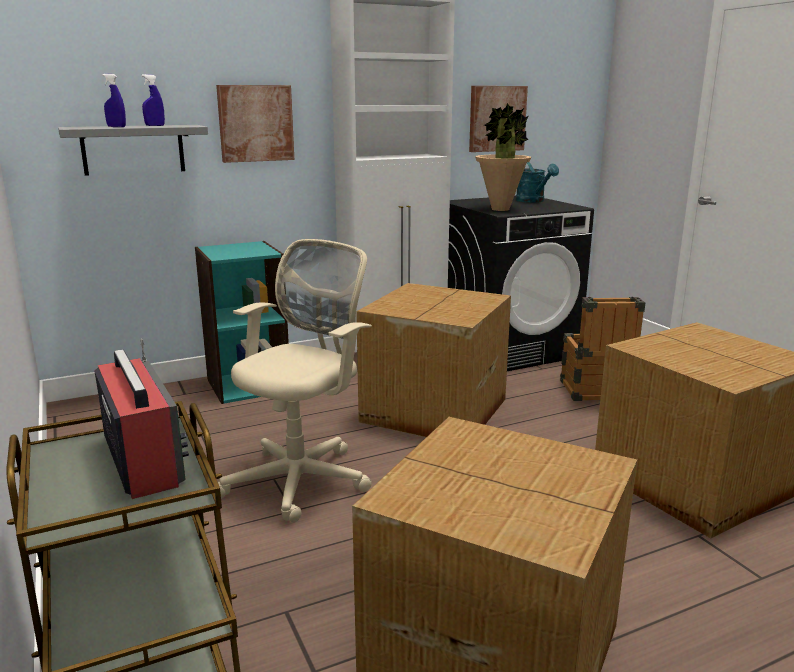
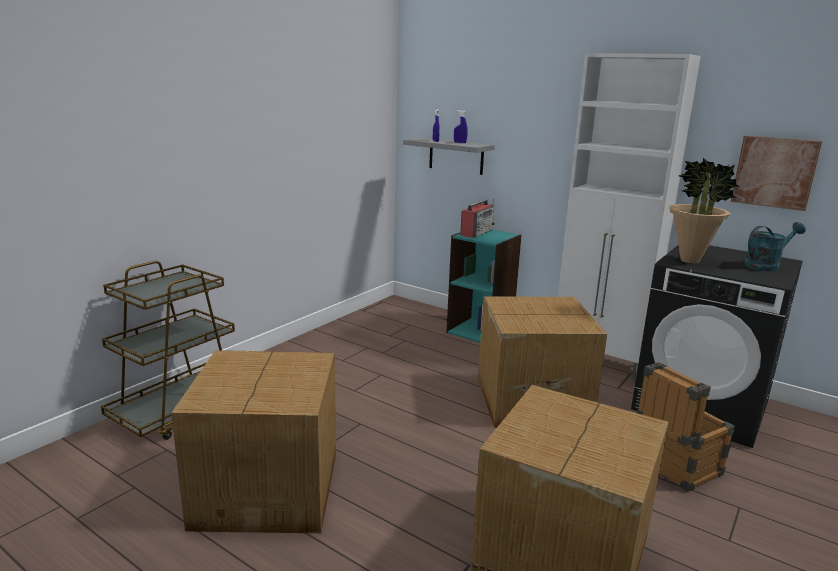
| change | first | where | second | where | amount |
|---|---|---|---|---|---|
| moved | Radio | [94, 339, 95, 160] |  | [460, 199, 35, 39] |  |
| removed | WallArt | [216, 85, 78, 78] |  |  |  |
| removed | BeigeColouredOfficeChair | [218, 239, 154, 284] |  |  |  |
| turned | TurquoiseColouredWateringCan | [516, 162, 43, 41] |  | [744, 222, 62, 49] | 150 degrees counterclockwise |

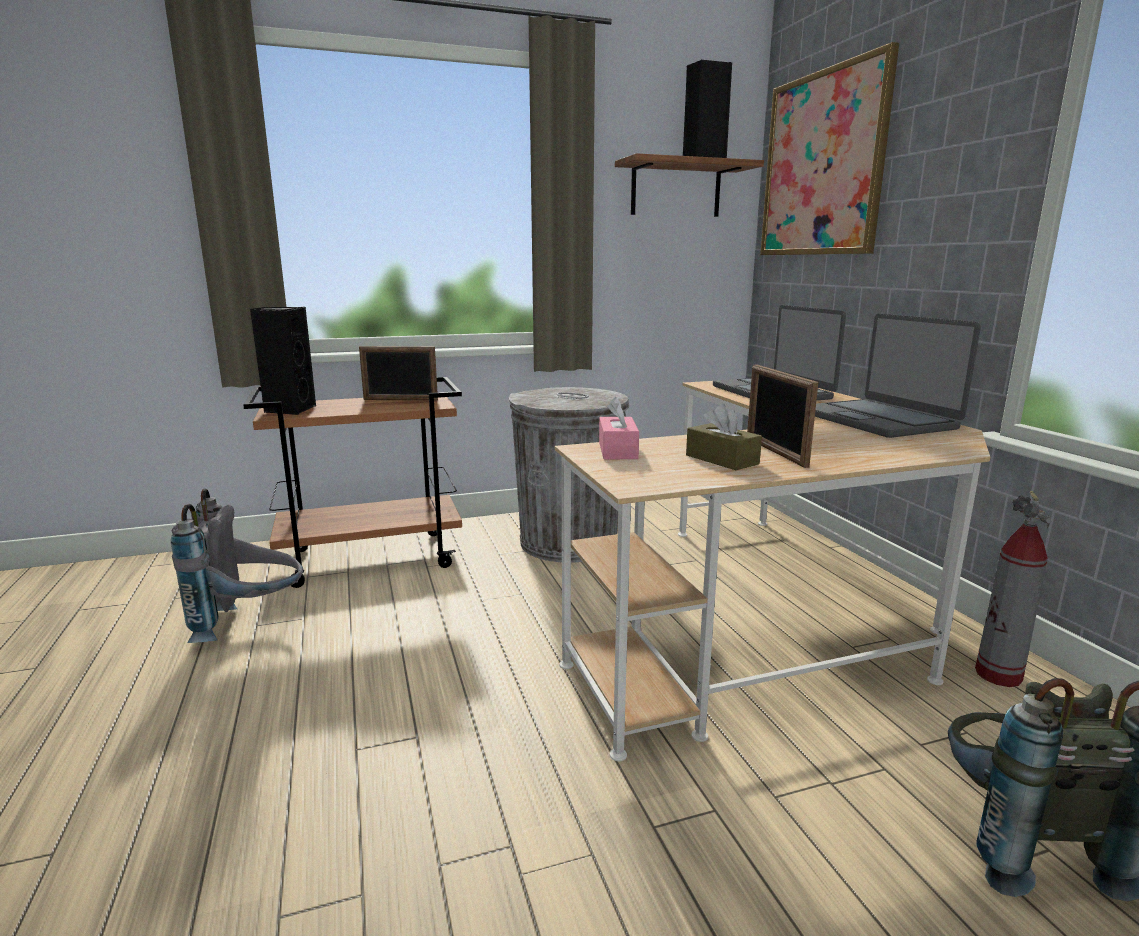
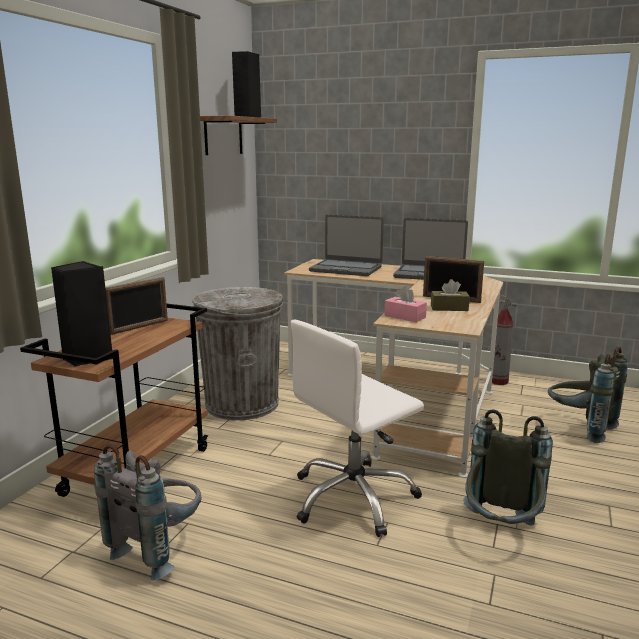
| change | first | where | second | where | amount |
|---|---|---|---|---|---|
| removed | WallArt | [760, 42, 139, 213] |  |  |  |
| added |  |  | WhitishOfficeChair | [291, 320, 133, 217] |  |
| added |  |  | GreyishKnapsack | [463, 409, 90, 117] |  |

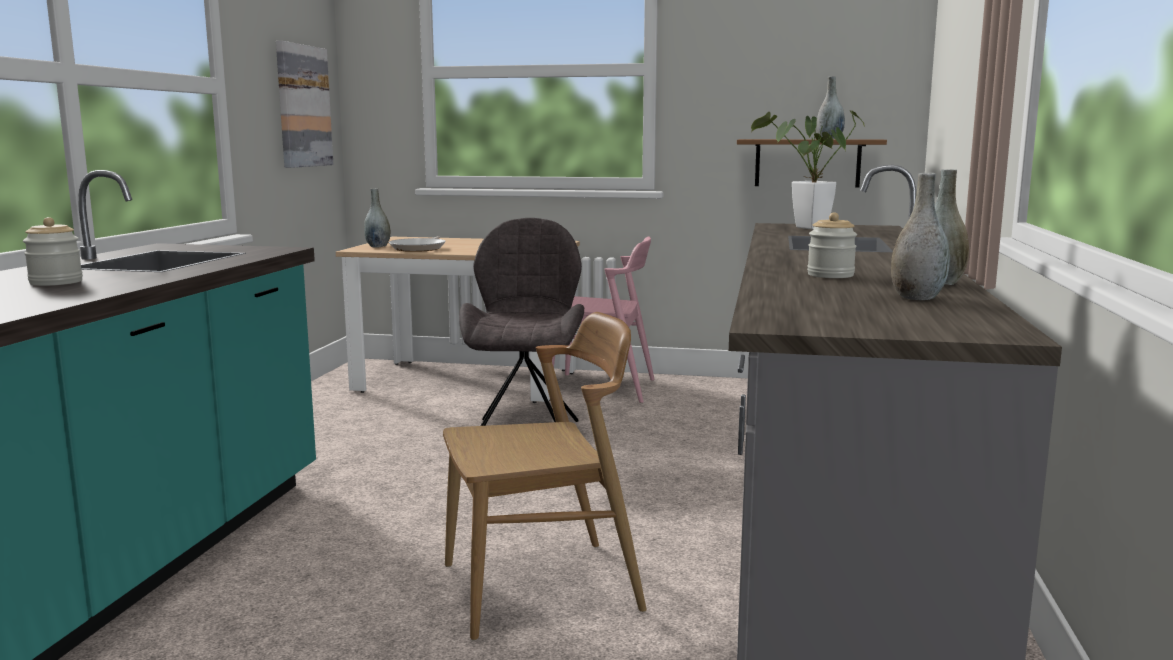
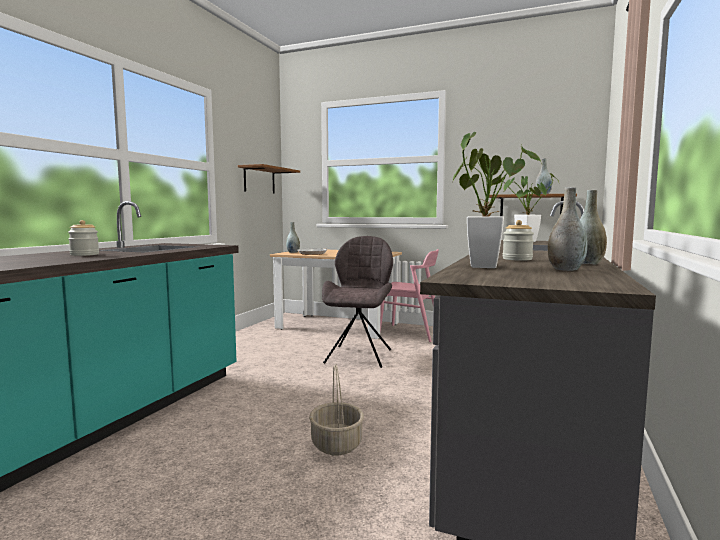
| change | first | where | second | where | amount |
|---|---|---|---|---|---|
| replaced | WallArt | [276, 41, 57, 127] | Shelf | [238, 164, 62, 30] |  |
| replaced | BrownColouredUprightChair | [443, 312, 204, 329] | StorageBasket | [309, 364, 55, 92] |  |
| added |  |  | PlantInAPot | [453, 132, 89, 136] |  |

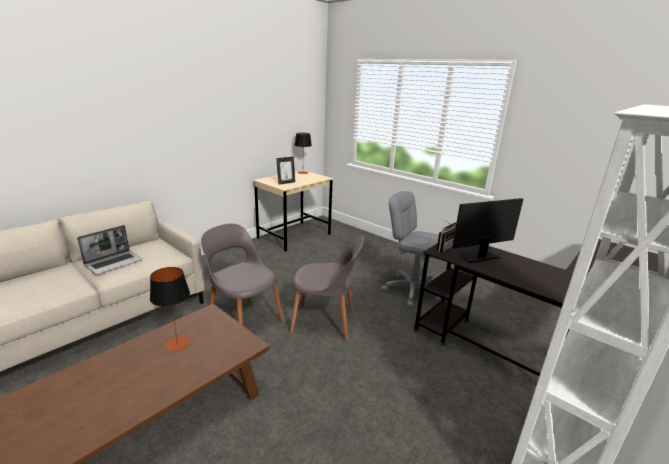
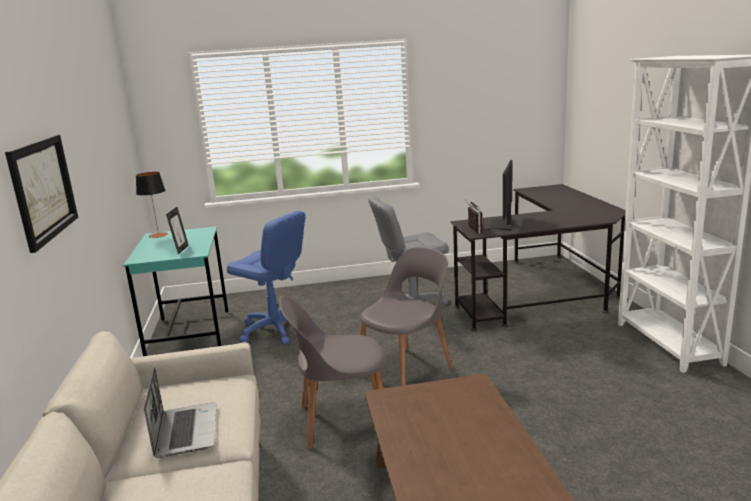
| change | first | where | second | where | amount |
|---|---|---|---|---|---|
| removed | TabletopLamp | [150, 267, 41, 85] |  |  |  |
| recoloured | BeigeColouredDeskTable | [253, 170, 81, 82] | TurquoiseColouredDeskTable | [123, 226, 105, 130] |  |
| added |  |  | WallArt | [5, 135, 73, 118] |  |
| added |  |  | BlueOfficeChair | [227, 211, 88, 134] |  |

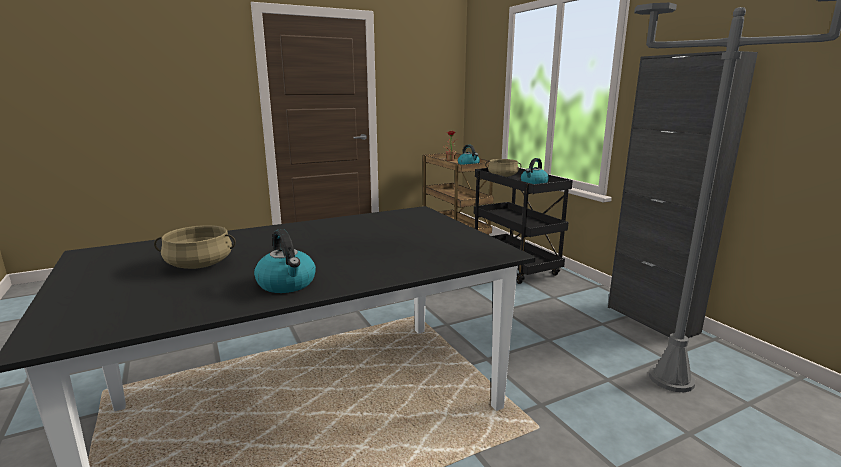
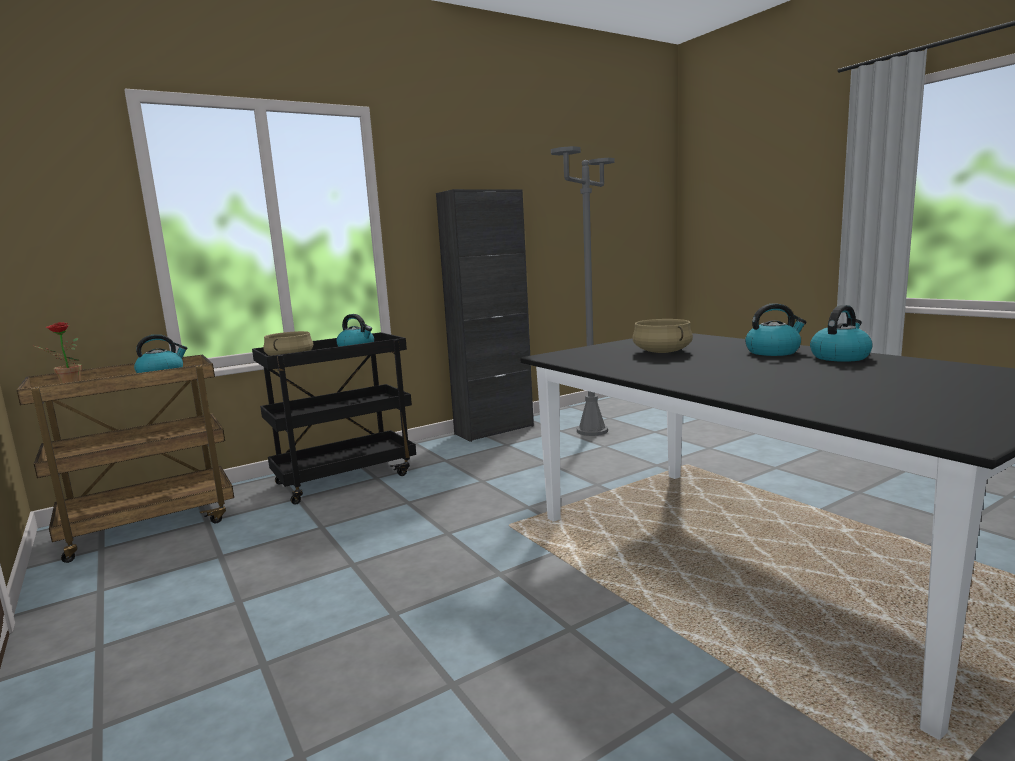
| change | first | where | second | where | amount |
|---|---|---|---|---|---|
| moved | BeigeColouredStockpot | [154, 225, 82, 44] |  | [632, 319, 61, 34] |  |
| added |  |  | Kettle | [745, 303, 62, 53] |  |

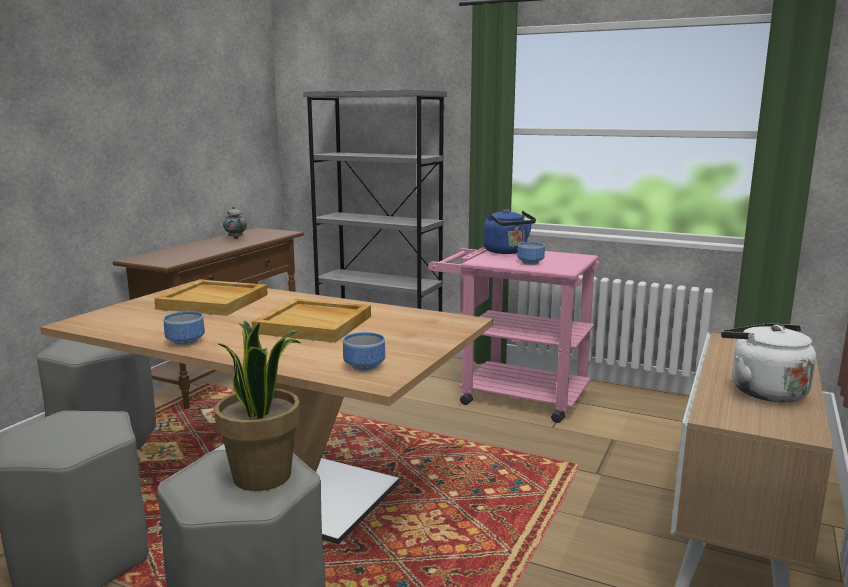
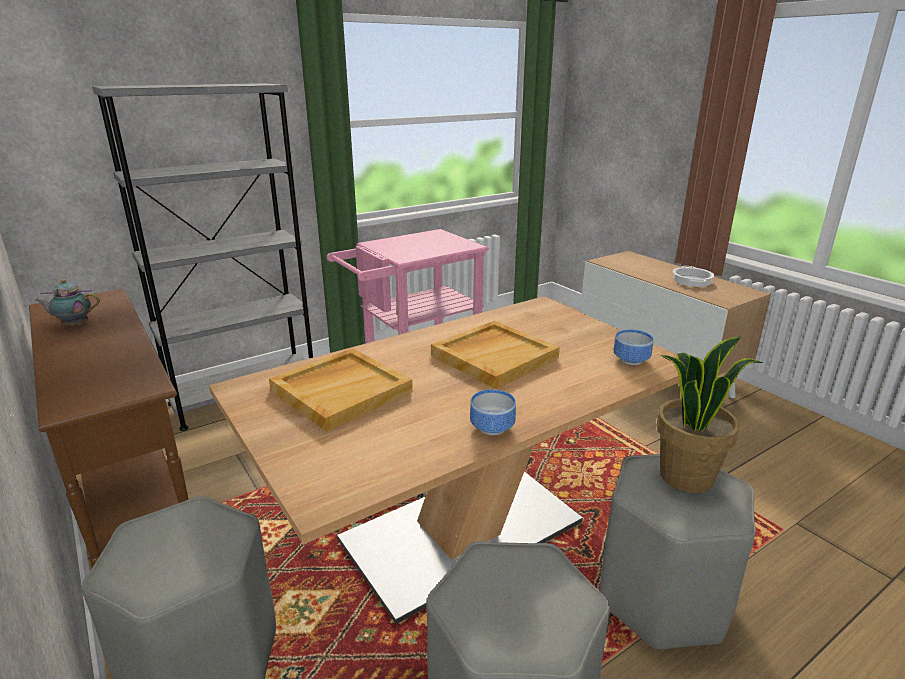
| change | first | where | second | where | amount |
|---|---|---|---|---|---|
| removed | BlueKettle | [483, 209, 53, 45] |  |  |  |
| removed | DeepDish | [517, 242, 28, 23] |  |  |  |
| replaced | WhitishKettle | [721, 323, 95, 79] | Stockpot | [673, 266, 41, 21] |  |

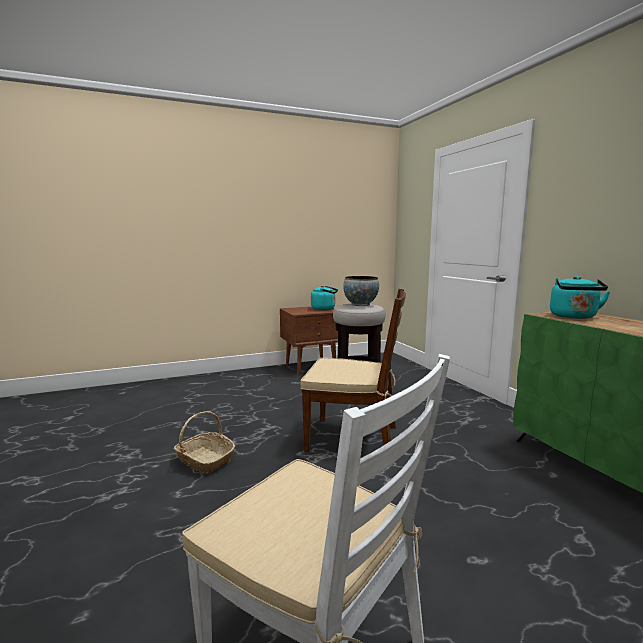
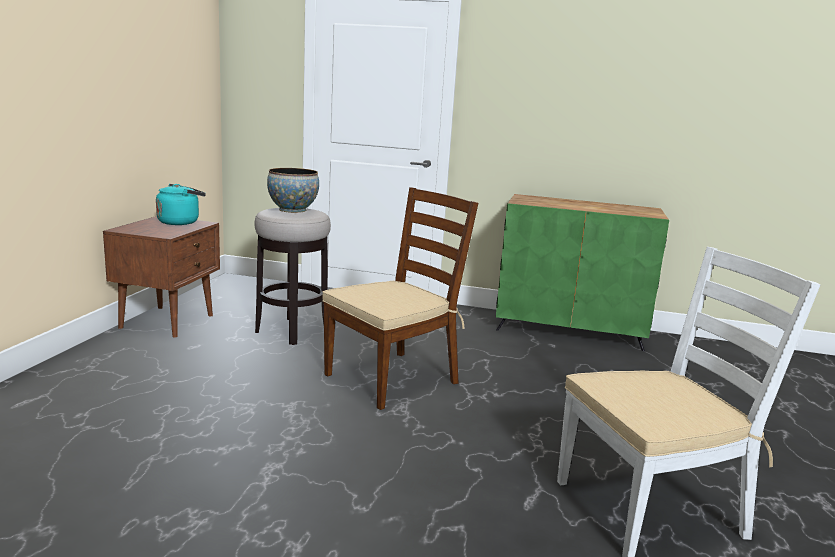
| change | first | where | second | where | amount |
|---|---|---|---|---|---|
| removed | StorageBasket | [174, 411, 62, 63] |  |  |  |
| removed | TurquoiseColouredKettle | [550, 276, 60, 43] |  |  |  |

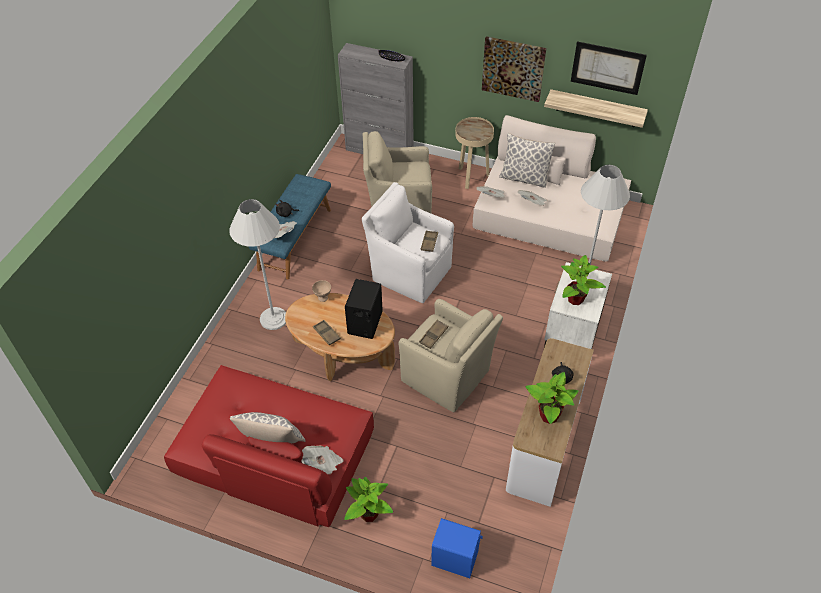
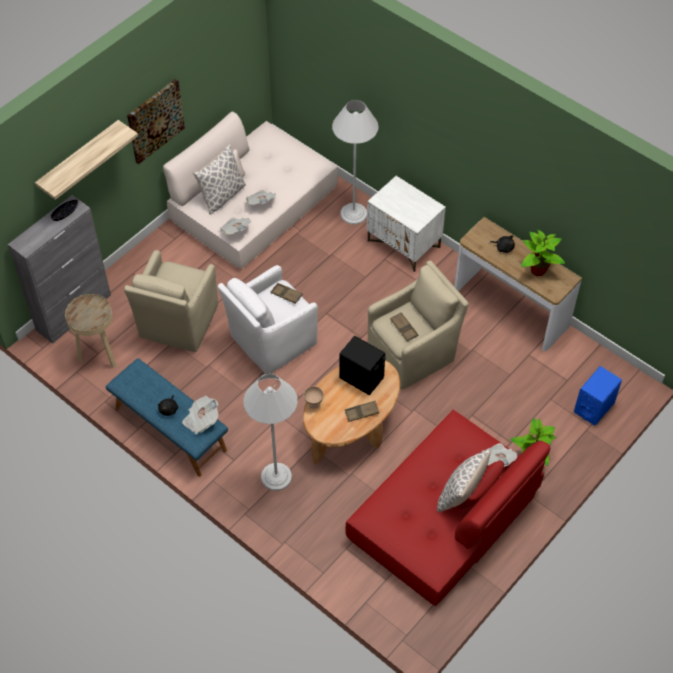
| change | first | where | second | where | amount |
|---|---|---|---|---|---|
| moved | BeigeColouredSideTable | [455, 117, 39, 72] |  | [65, 294, 51, 74] |  |
| moved | Shelf | [544, 89, 104, 39] |  | [35, 120, 103, 80] |  |
| removed | PlantInAPot | [561, 255, 45, 50] |  |  |  |
| removed | WallArt | [571, 41, 76, 54] |  |  |  |

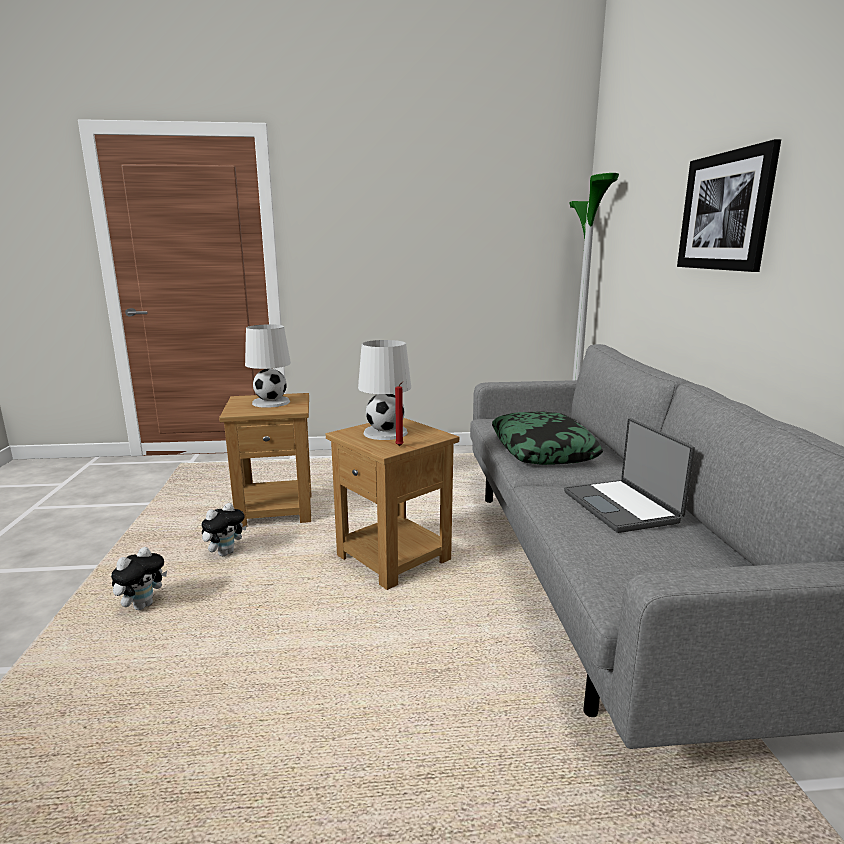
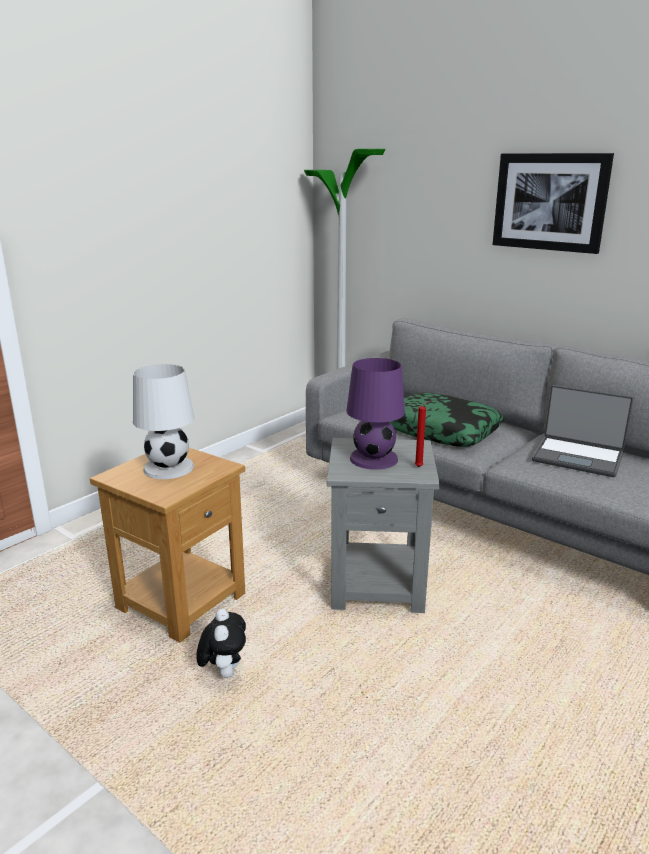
| change | first | where | second | where | amount |
|---|---|---|---|---|---|
| removed | SoftToy | [111, 547, 56, 63] |  |  |  |
| recoloured | BrownColouredSideTable | [326, 418, 133, 172] | GreyishSideTable | [327, 438, 113, 175] |  |
| recoloured | WhitishTabletopLamp | [358, 340, 53, 100] | PurpleColouredTabletopLamp | [347, 358, 58, 112] |  |

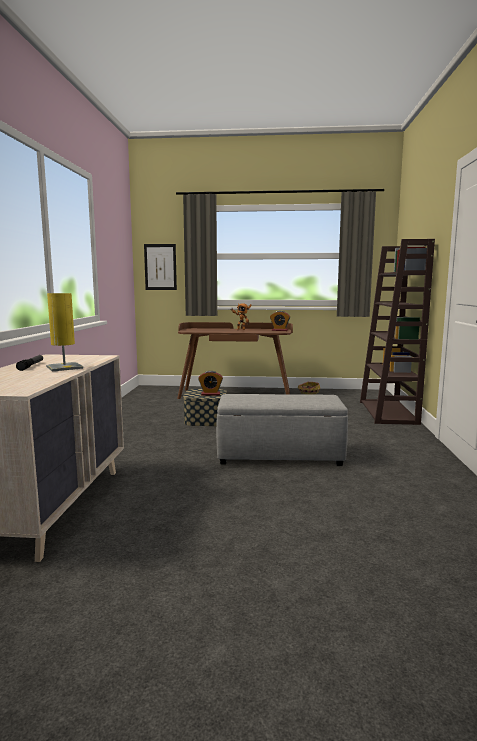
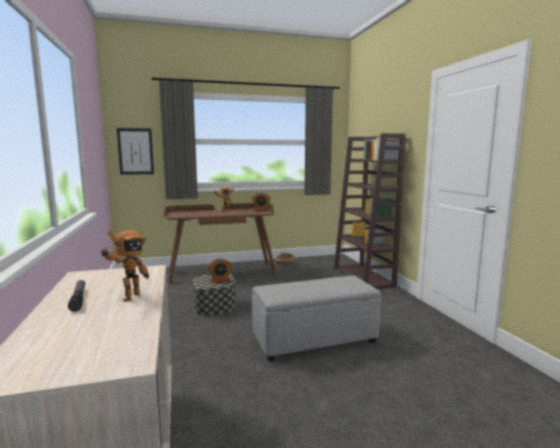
| change | first | where | second | where | amount |
|---|---|---|---|---|---|
| replaced | YellowTabletopLamp | [46, 293, 37, 78] | RobotFigure | [101, 229, 48, 73] |  |

